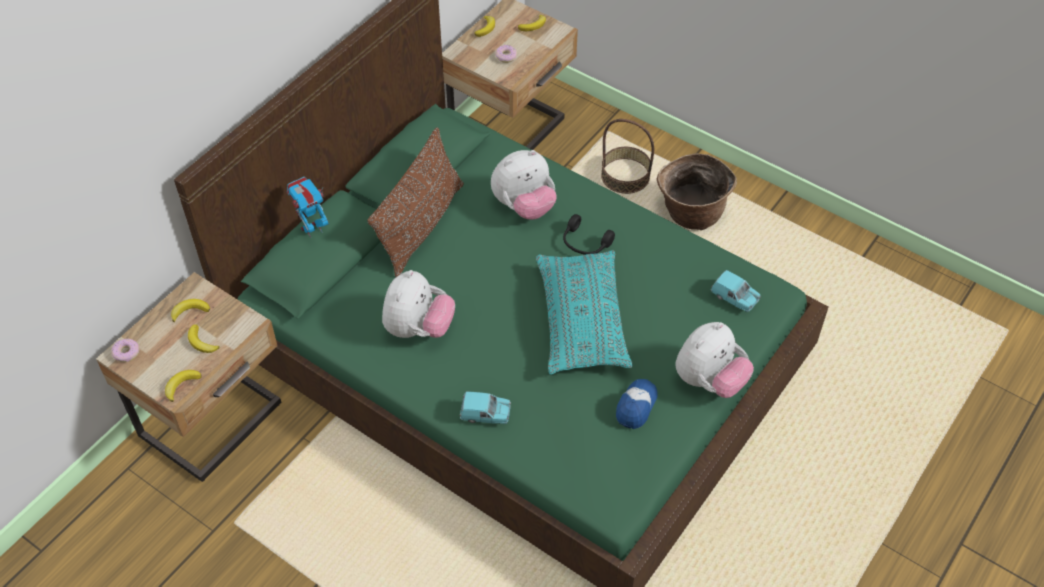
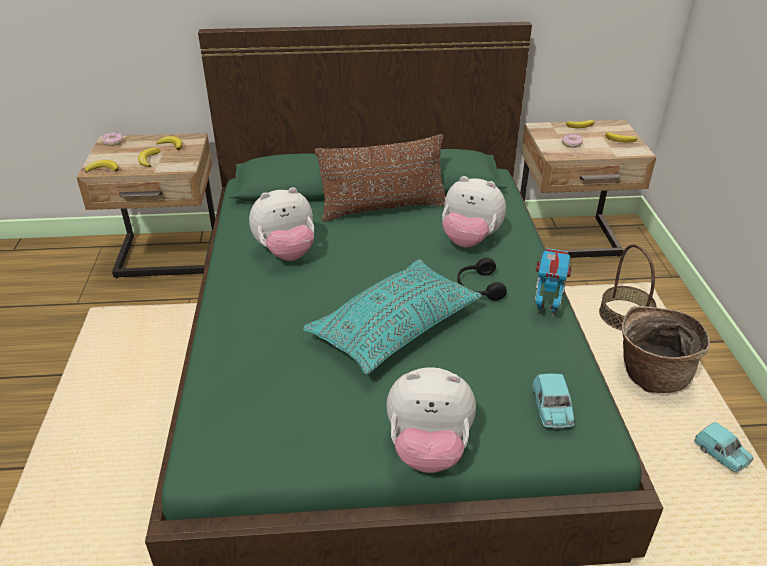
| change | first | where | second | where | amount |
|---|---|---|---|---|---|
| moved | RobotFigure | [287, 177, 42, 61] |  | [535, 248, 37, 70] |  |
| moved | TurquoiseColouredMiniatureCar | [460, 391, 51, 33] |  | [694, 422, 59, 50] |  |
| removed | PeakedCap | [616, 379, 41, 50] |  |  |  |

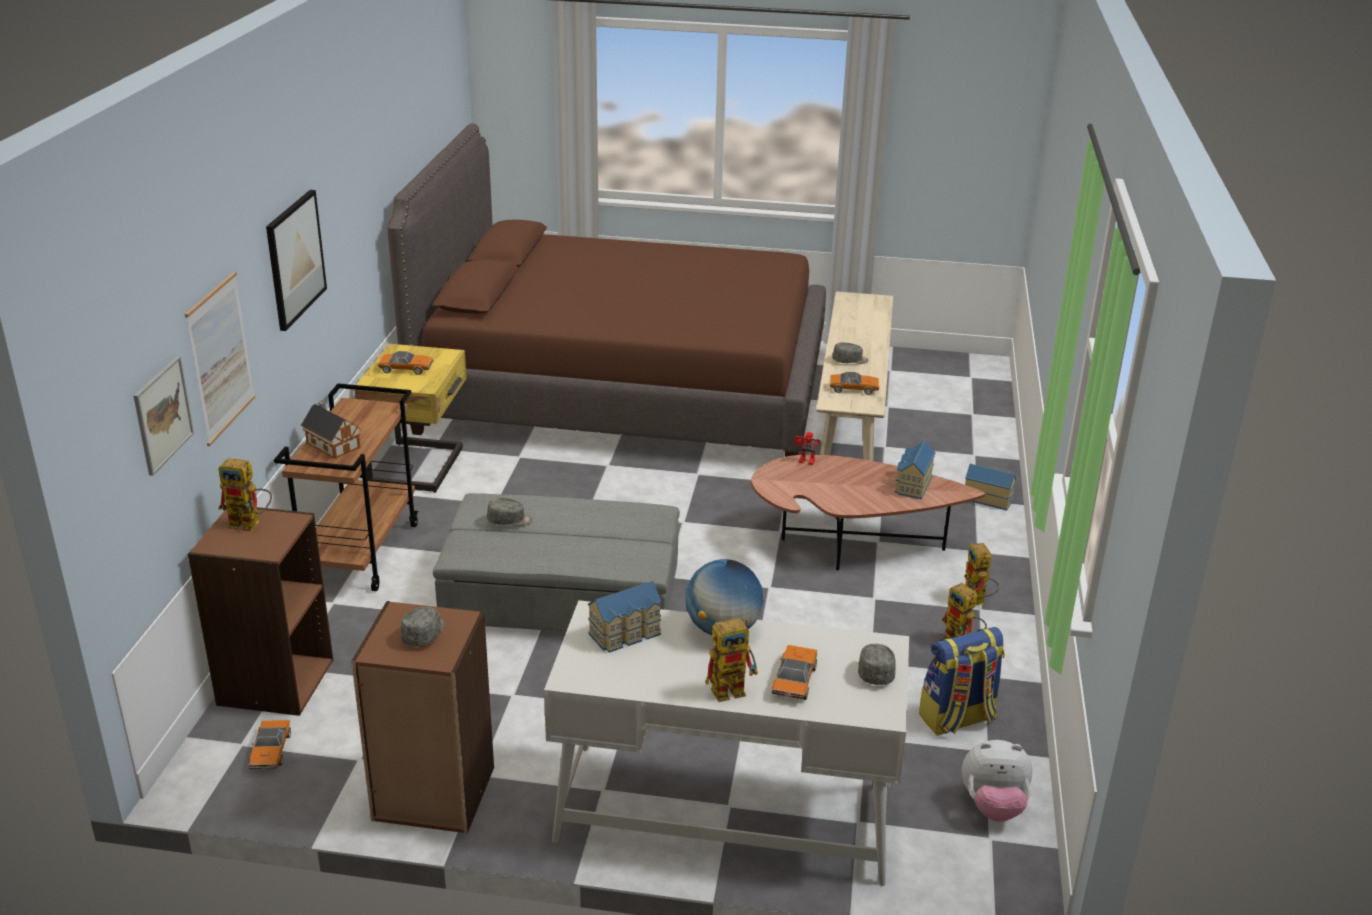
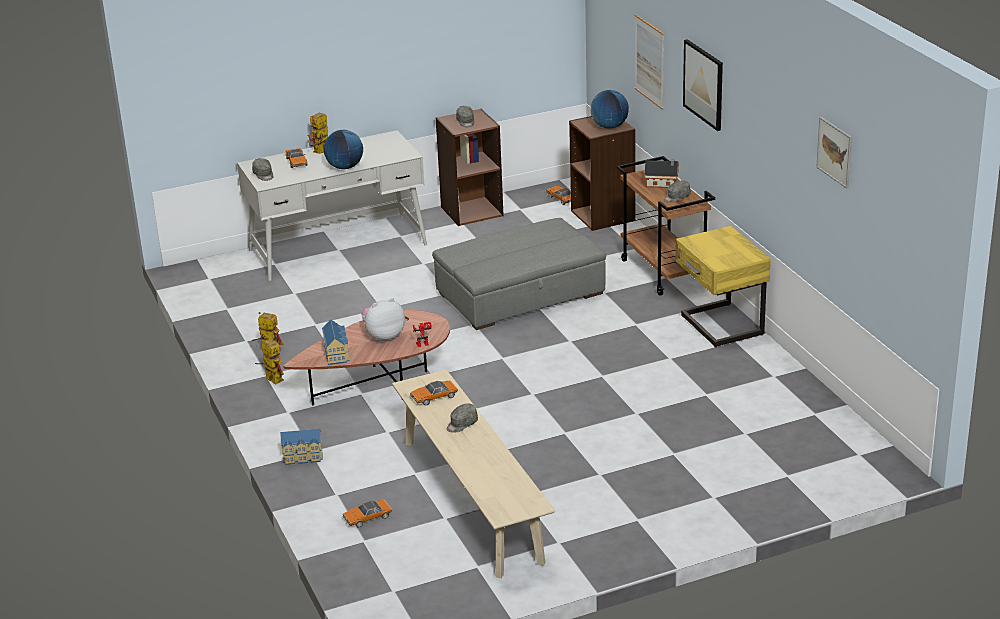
| change | first | where | second | where | amount |
|---|---|---|---|---|---|
| moved | WallArt | [134, 356, 60, 120] |  | [816, 117, 36, 72] |  |
| replaced | RobotFigure | [218, 458, 54, 73] | Globe | [590, 90, 39, 39] |  |
| moved | MiniatureCar | [378, 351, 55, 24] |  | [343, 499, 49, 29] |  |
| removed | BrownColouredBed | [388, 124, 438, 333] |  |  |  |
| moved | GreyishPeakedCap | [487, 498, 46, 28] |  | [664, 181, 27, 22] |  |
| removed | ToyHouse | [588, 581, 73, 72] |  |  |  |
| removed | Knapsack | [919, 627, 86, 108] |  |  |  |
| moved | SoftToy | [962, 740, 70, 82] |  | [361, 298, 44, 44] |  |

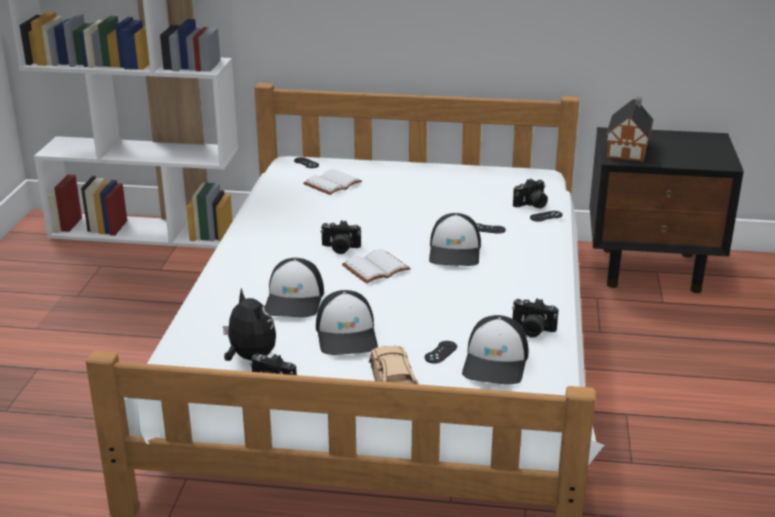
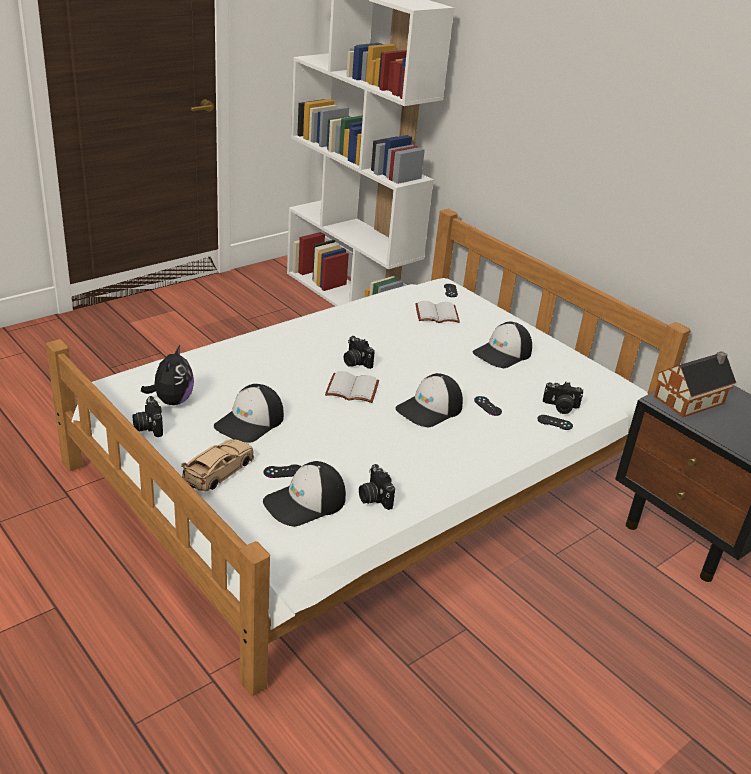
| change | first | where | second | where | amount |
|---|---|---|---|---|---|
| moved | PeakedCap | [265, 258, 59, 59] |  | [473, 322, 59, 46] |  |

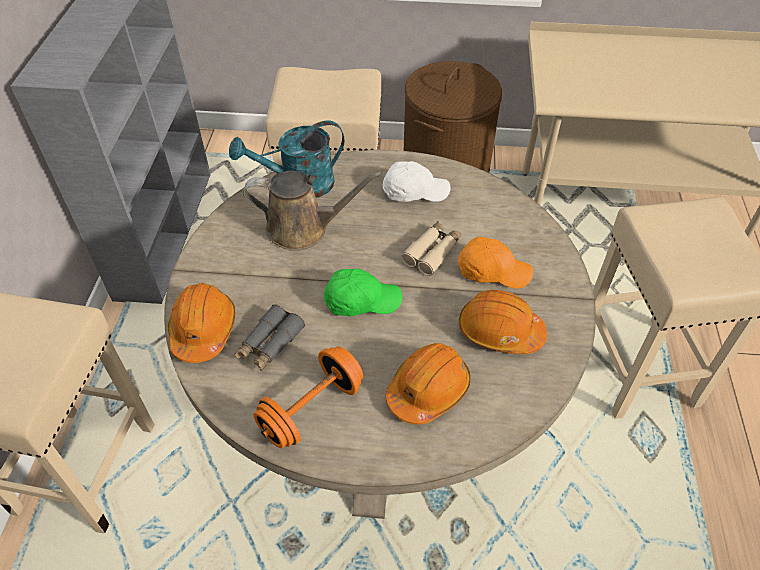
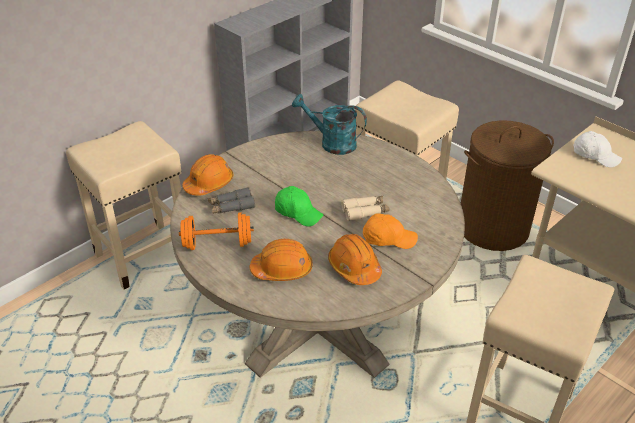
| change | first | where | second | where | amount |
|---|---|---|---|---|---|
| removed | BrownColouredWateringCan | [243, 170, 139, 81] |  |  |  |
| moved | WhitishPeakedCap | [383, 161, 68, 41] |  | [574, 131, 48, 36] |  |
| turned | OrangeyPeakedCap | [458, 237, 75, 52] |  | [363, 213, 55, 36] | 45 degrees counterclockwise |

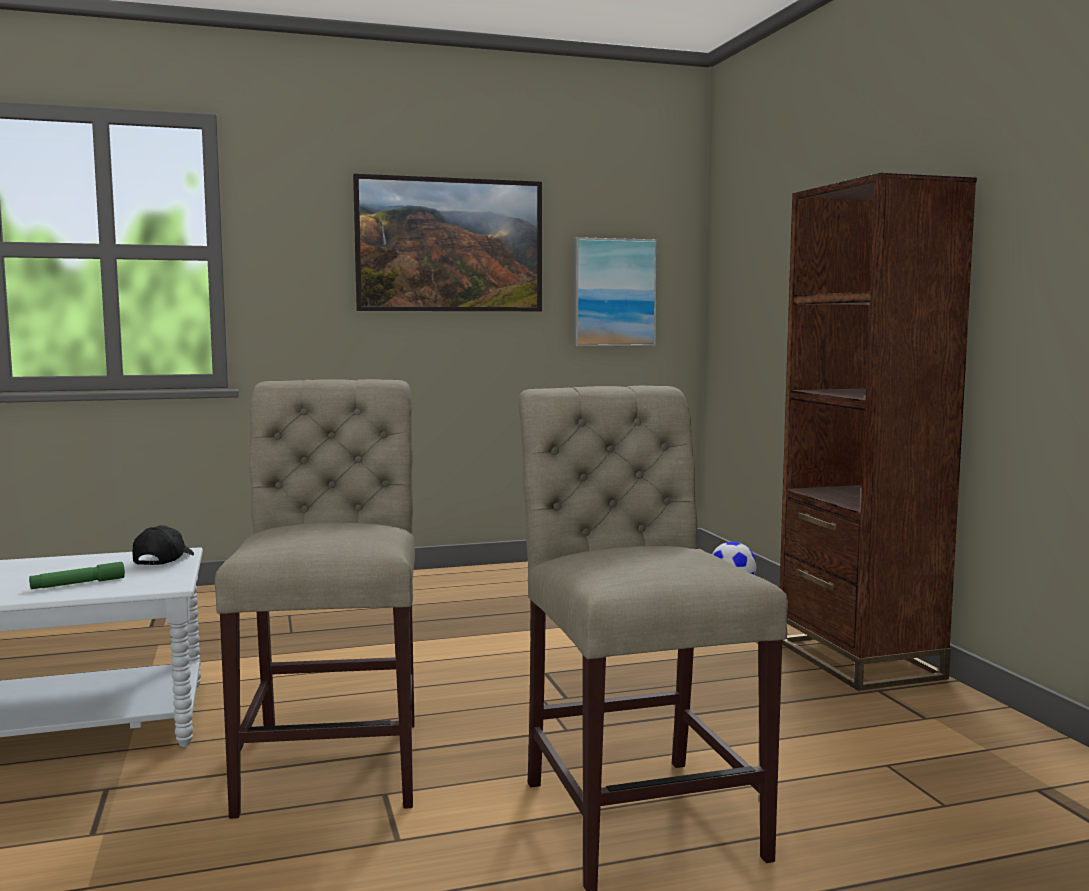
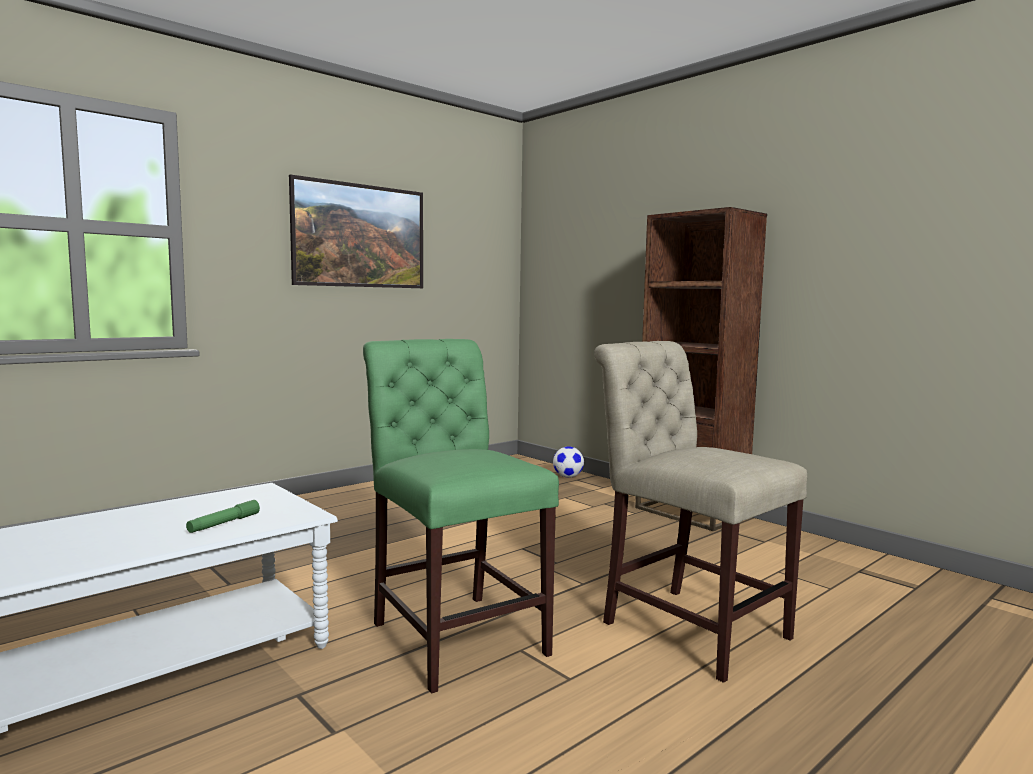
| change | first | where | second | where | amount |
|---|---|---|---|---|---|
| removed | BlackishPeakedCap | [133, 525, 61, 41] |  |  |  |
| recoloured | BeigeColouredUprightChair | [215, 379, 200, 440] | GreenUprightChair | [363, 339, 196, 355] |  |
| removed | WallArt | [574, 237, 83, 110] |  |  |  |

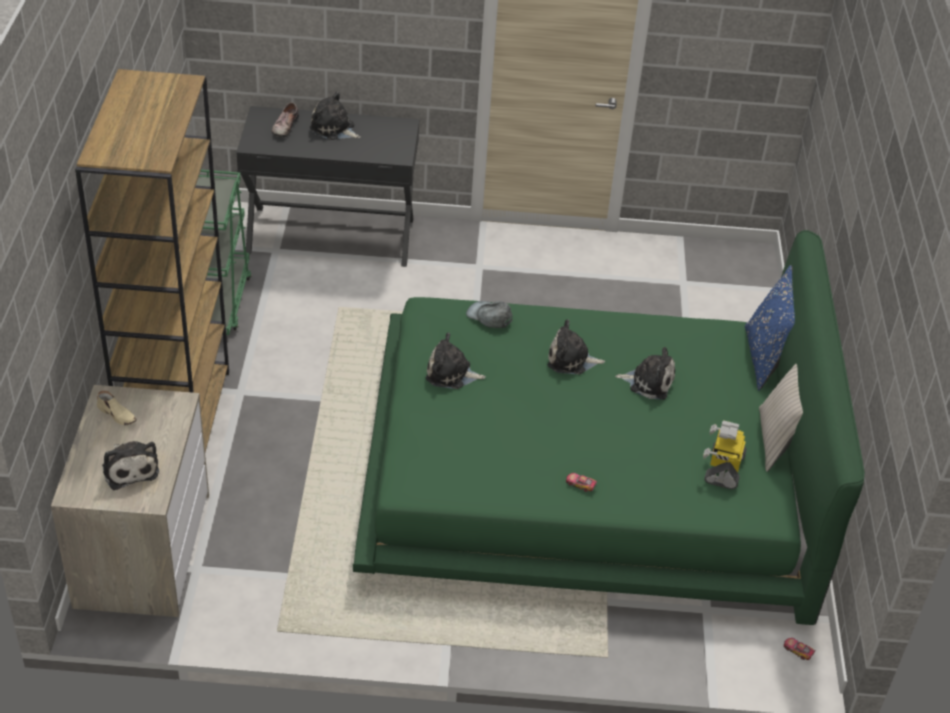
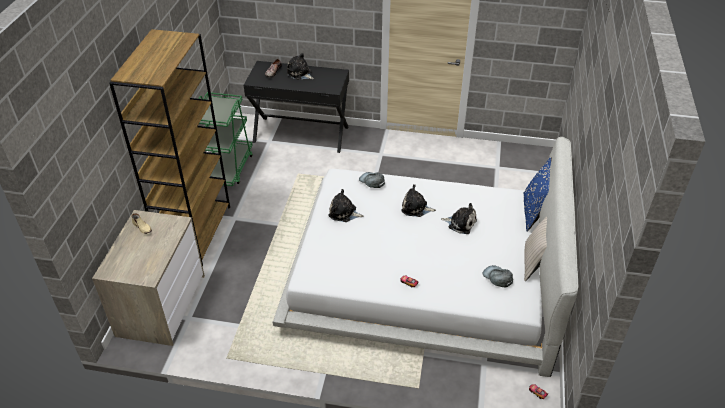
| change | first | where | second | where | amount |
|---|---|---|---|---|---|
| removed | SoftToy | [102, 441, 57, 49] |  |  |  |
| recoloured | GreenBed | [353, 230, 512, 395] | WhitishBed | [272, 137, 306, 240] |  |
| replaced | RobotFigure | [703, 420, 44, 69] | GreyishPeakedCap | [482, 265, 31, 22] |  |

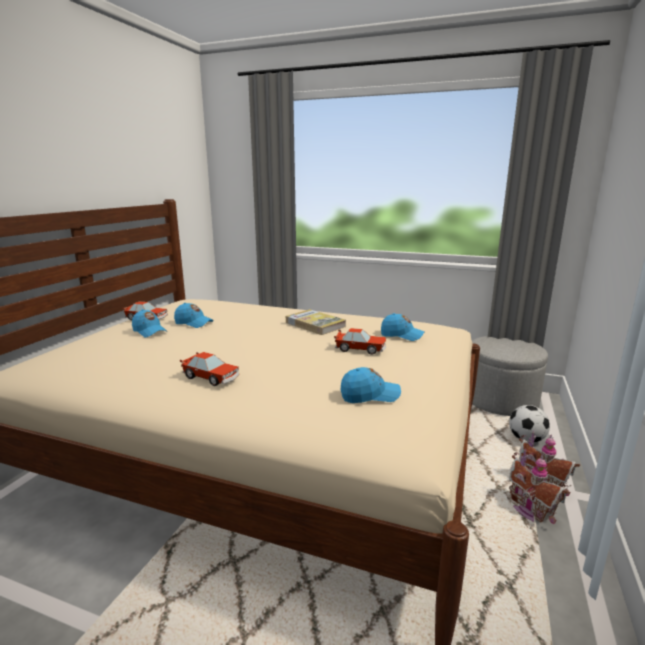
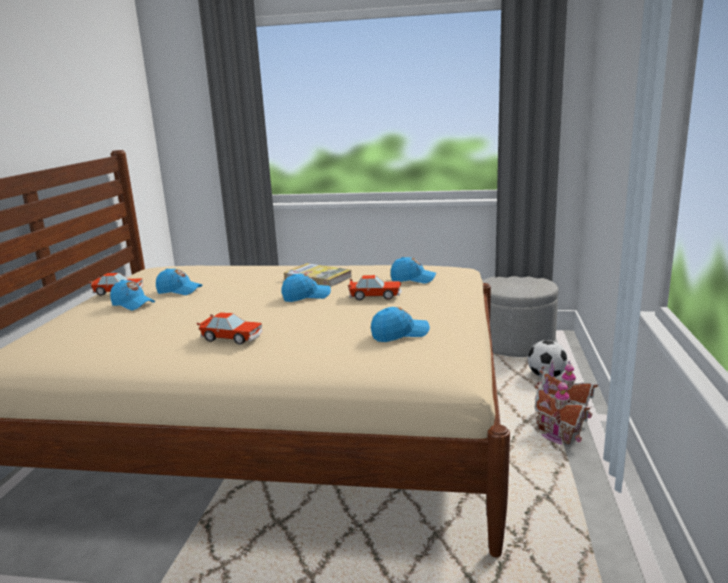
| change | first | where | second | where | amount |
|---|---|---|---|---|---|
| added |  |  | BluePeakedCap | [281, 273, 50, 29] |  |

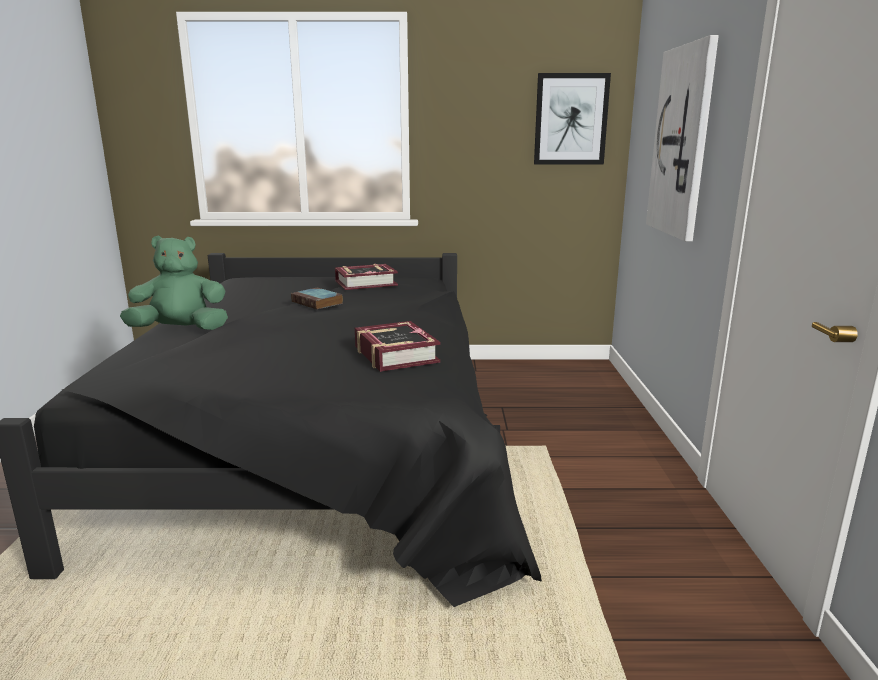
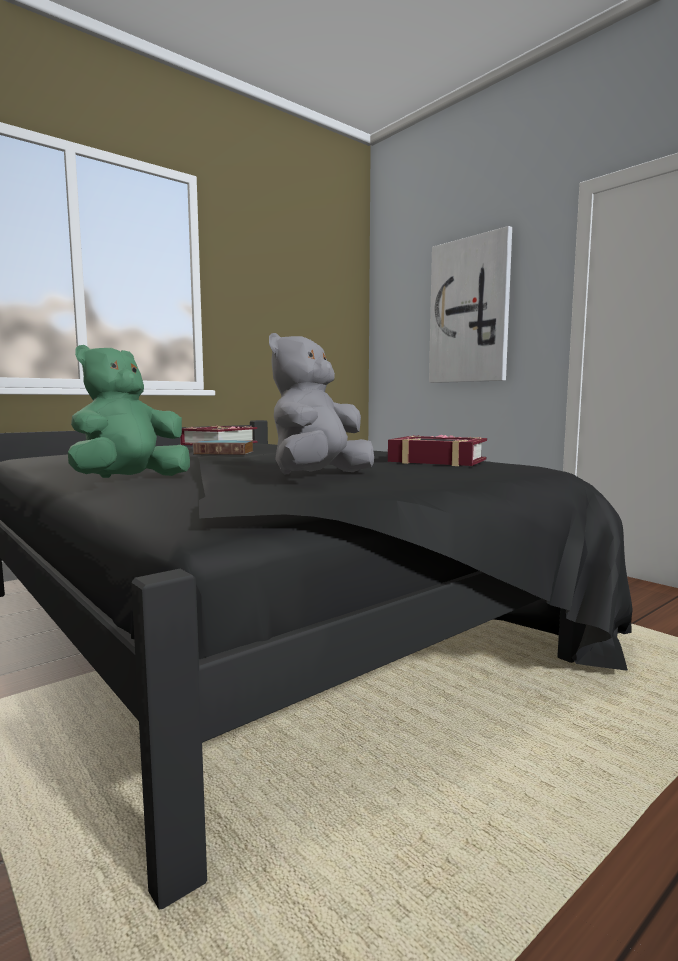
| change | first | where | second | where | amount |
|---|---|---|---|---|---|
| removed | WallArt | [534, 73, 77, 92] |  |  |  |
| added |  |  | GreyishSoftToy | [269, 333, 105, 141] |  |

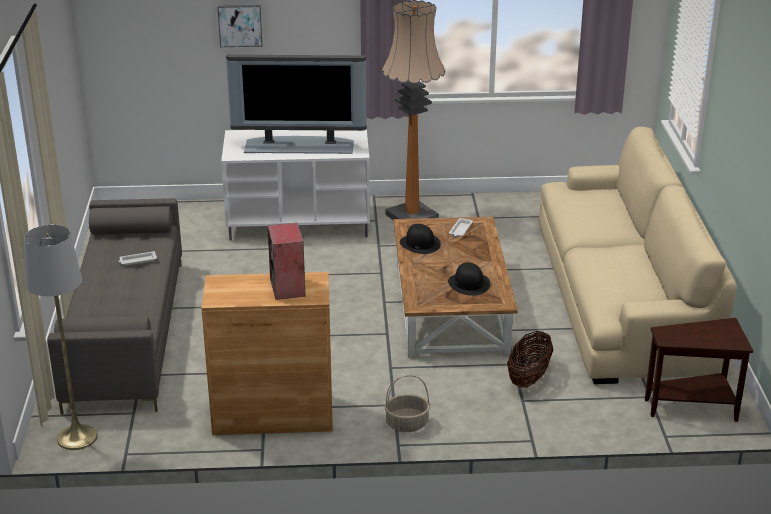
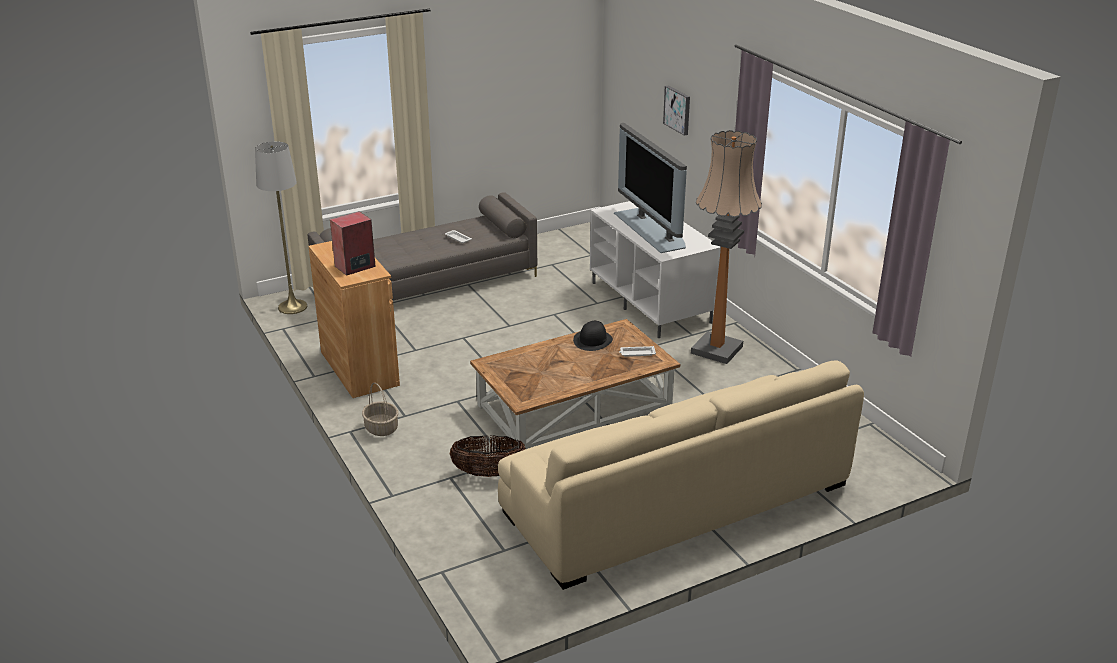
| change | first | where | second | where | amount |
|---|---|---|---|---|---|
| removed | BlackishWearableHat | [448, 262, 42, 34] |  |  |  |
| removed | BrownColouredSideTable | [645, 318, 108, 104] |  |  |  |

